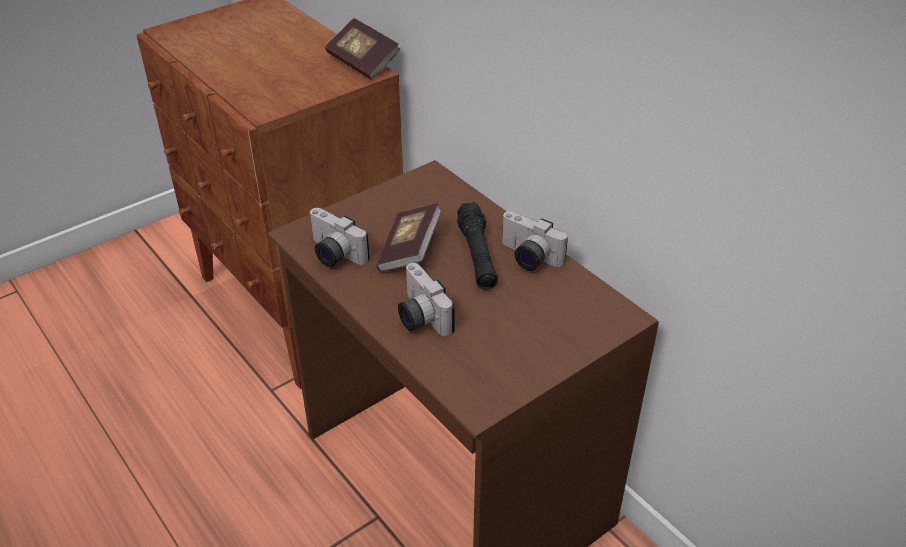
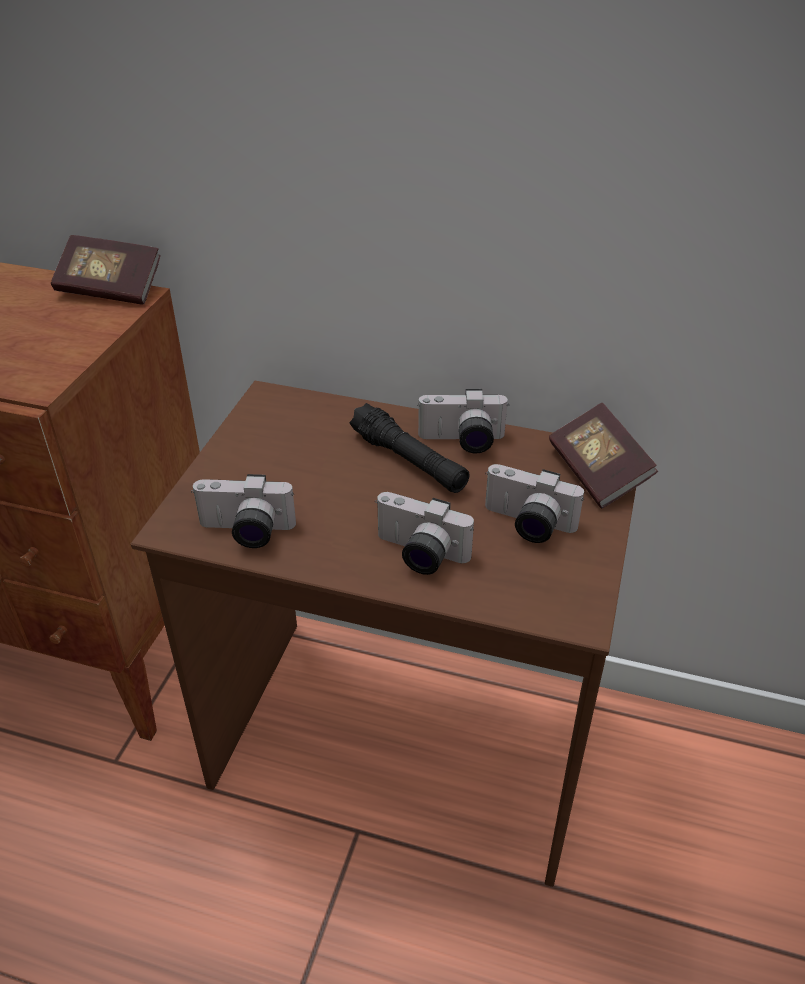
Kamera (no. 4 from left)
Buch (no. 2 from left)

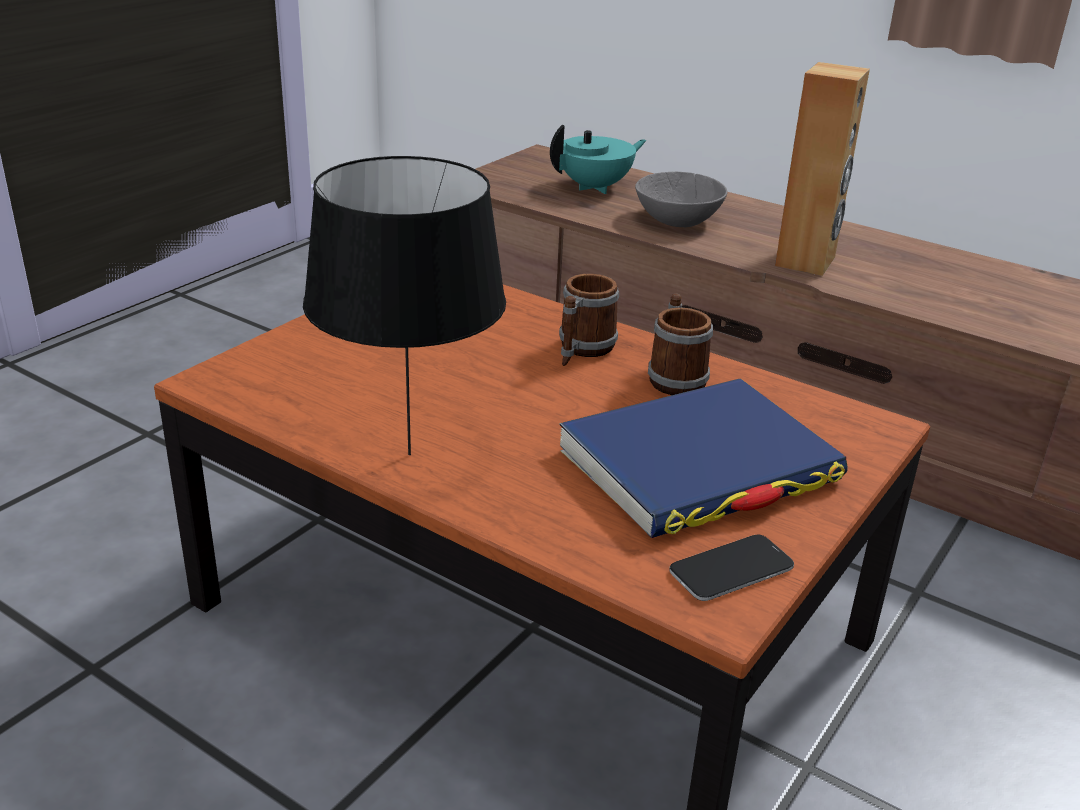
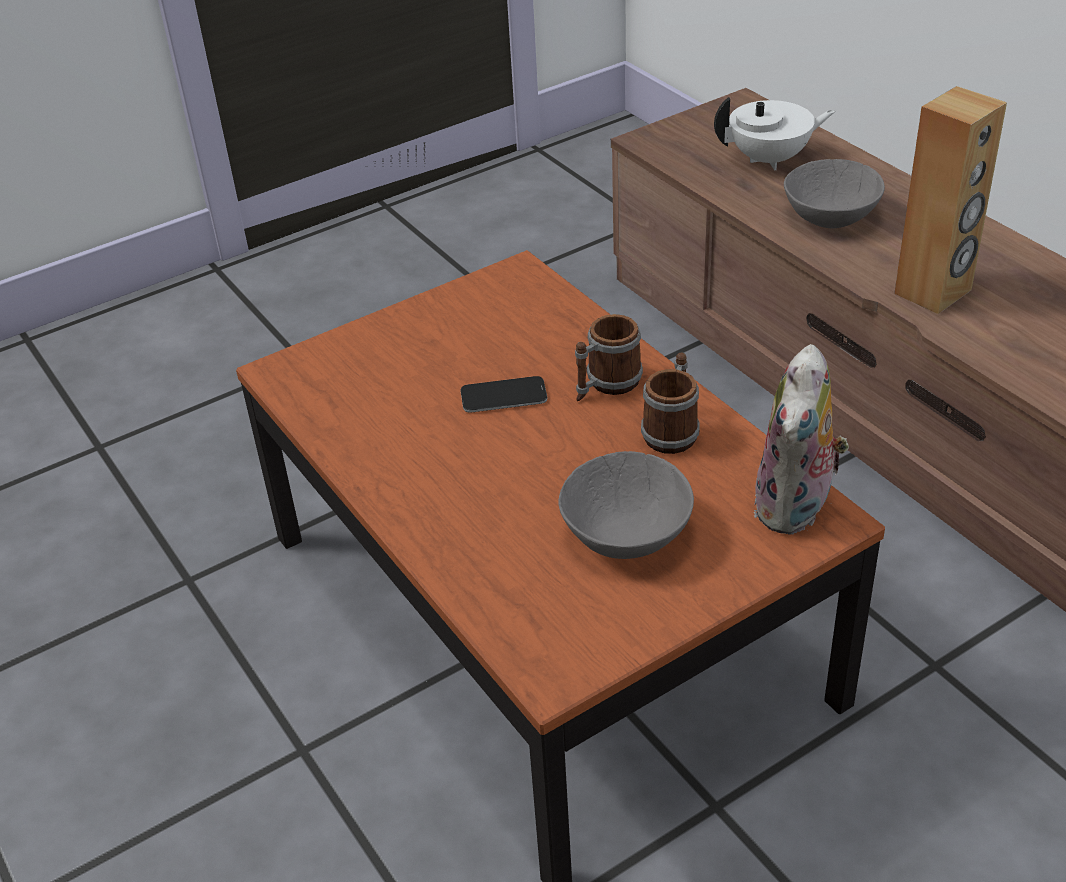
Handy
Schüssel [grau] (no. 1 from left)
Teekanne [weiß]
Plüschtier
Tischlampe [schwarz]

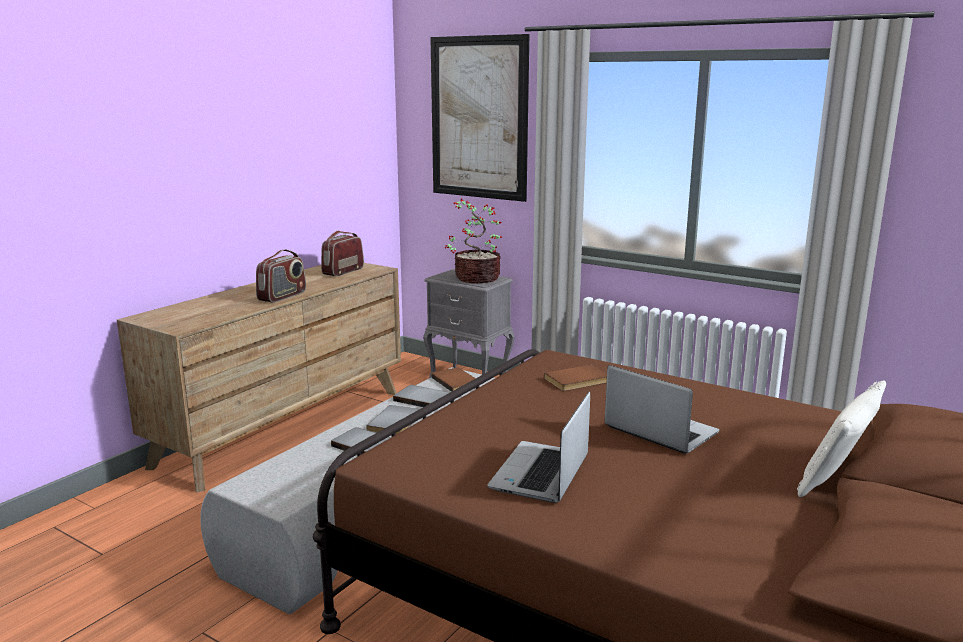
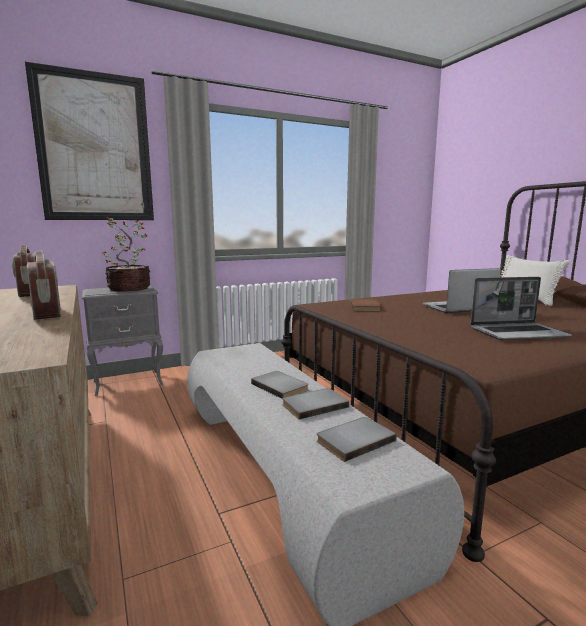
Buch [grau] (no. 3 from left)
Laptop (no. 2 from left)
Buch [braun] (no. 1 from left in the first image)

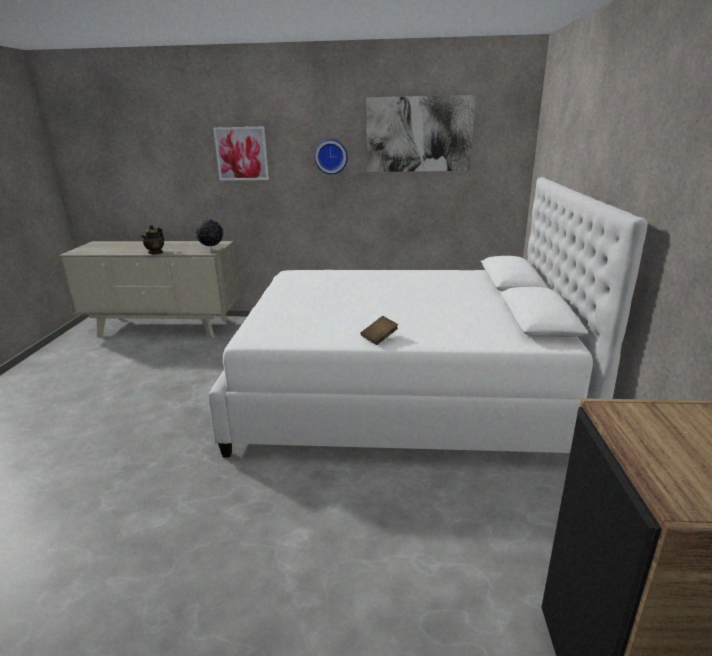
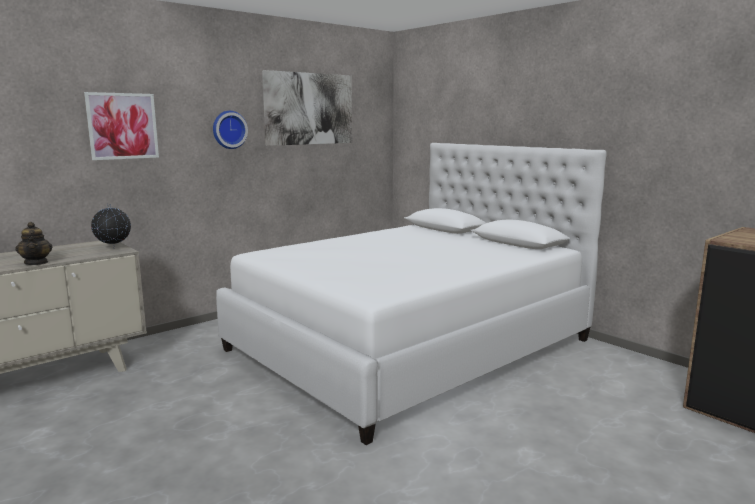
Buch [braun]

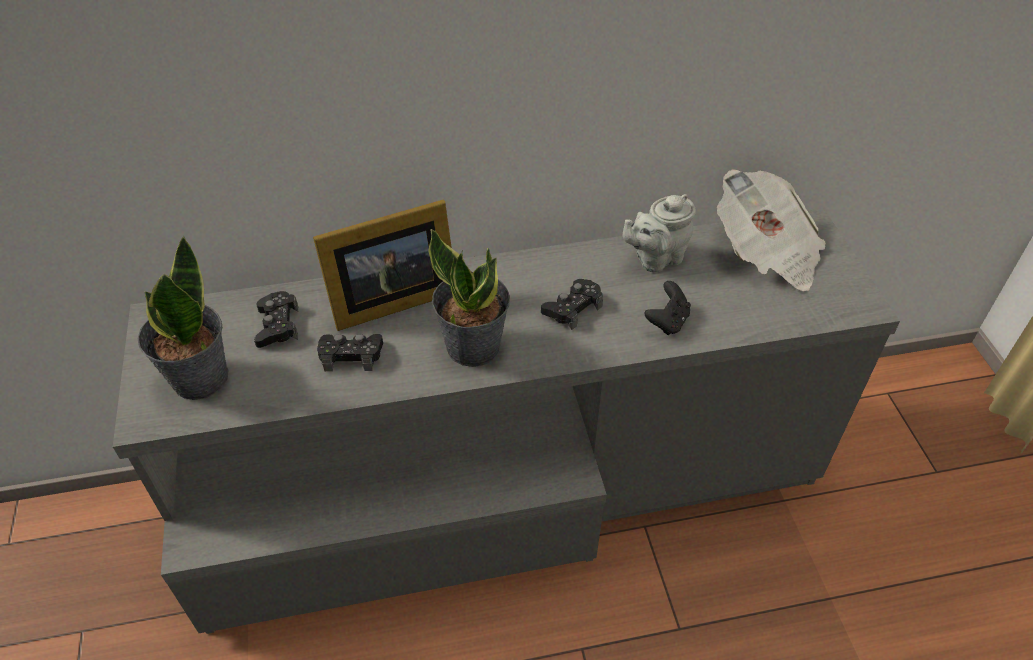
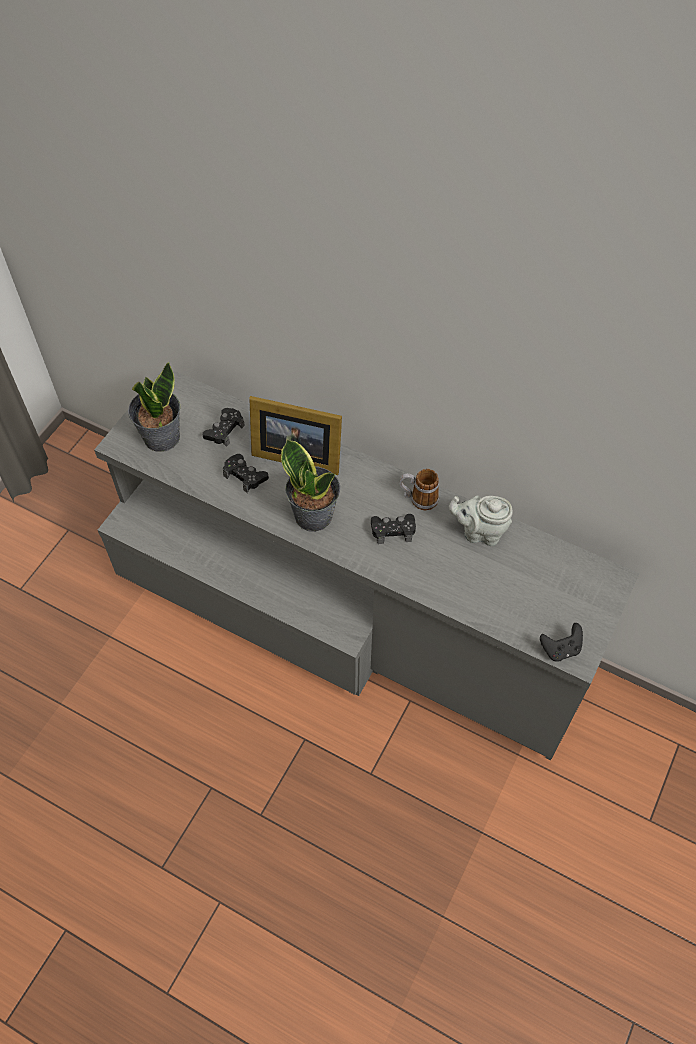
Henkelbecher
Gamepad [schwarz] (no. 4 from left)
Zeitung

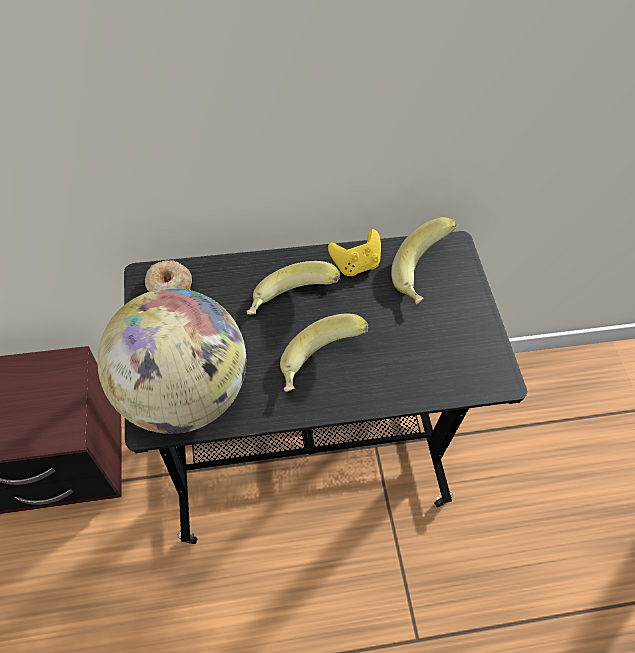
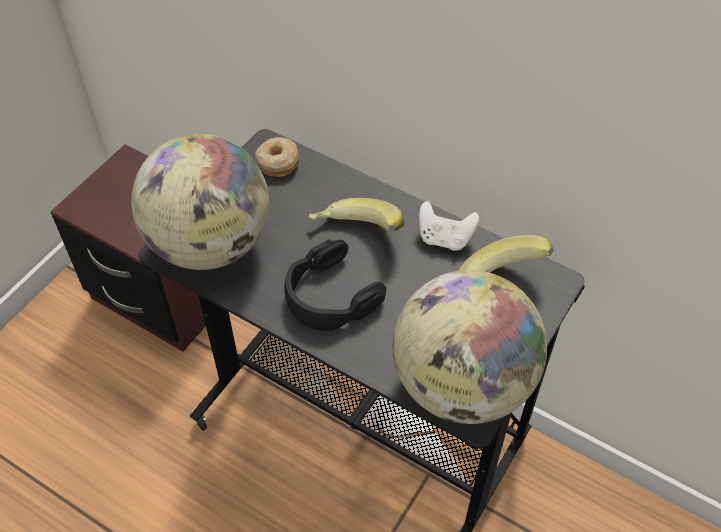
Kopfhörer [schwarz]
Globus (no. 2 from left)
Gamepad [weiß]

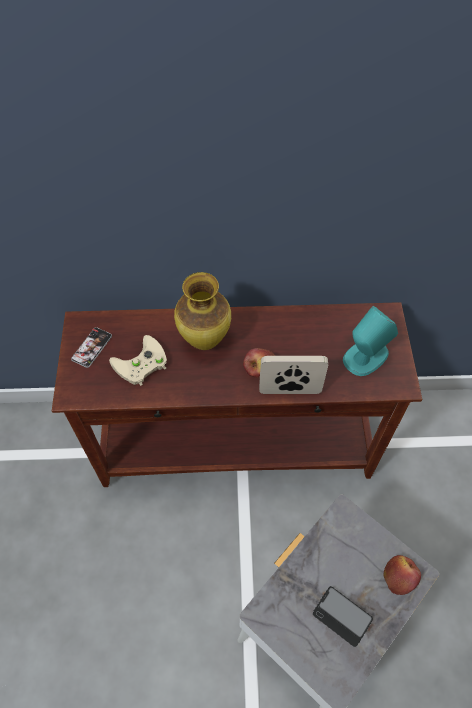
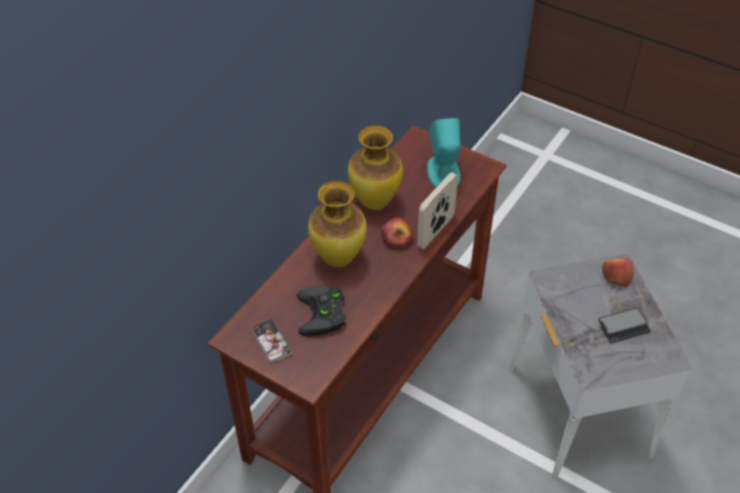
Gamepad [schwarz]
Vase (no. 2 from left)

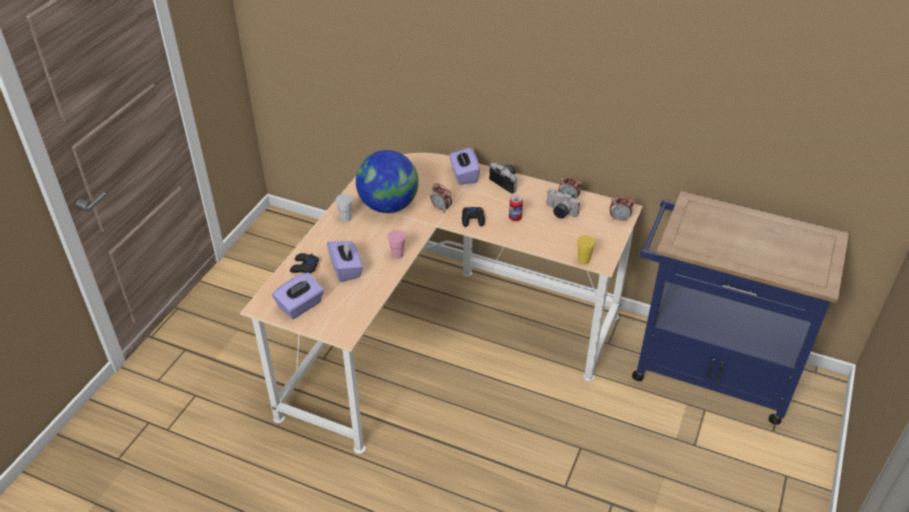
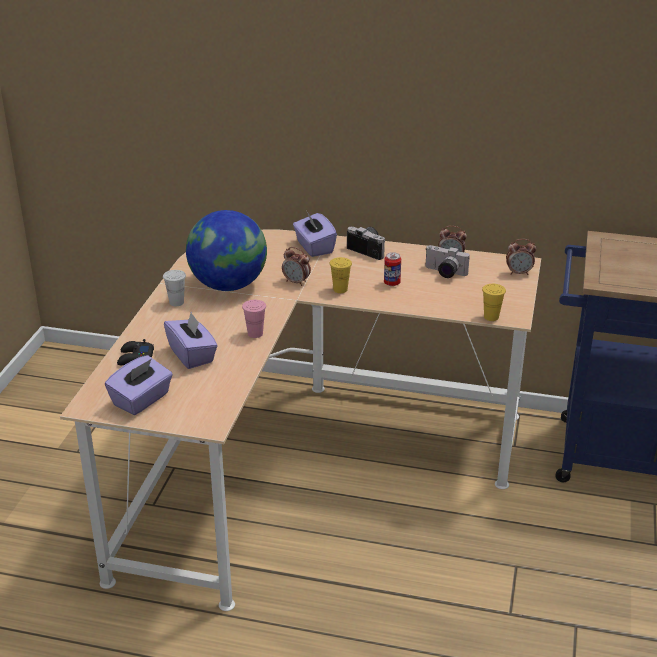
Tasse [gelb] (no. 1 from left)

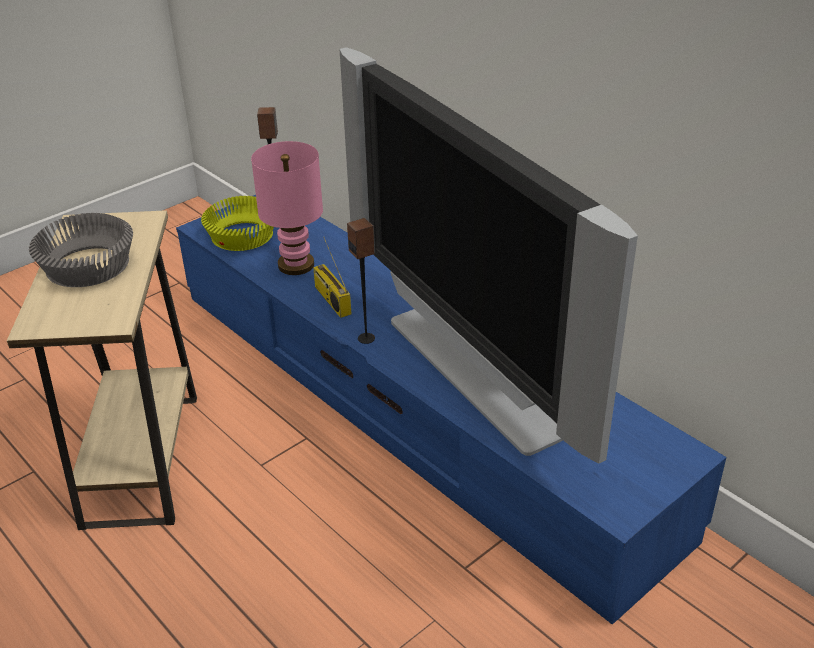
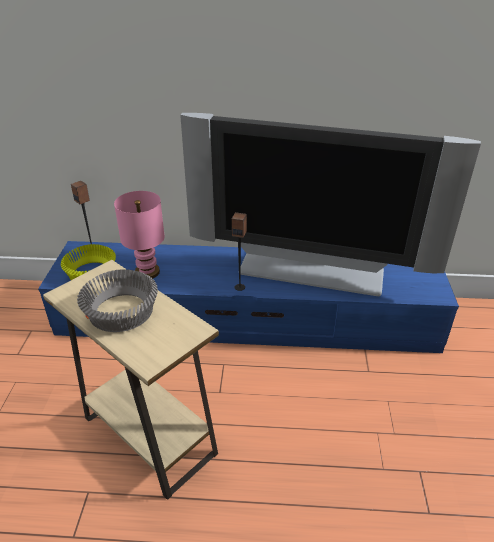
Radio

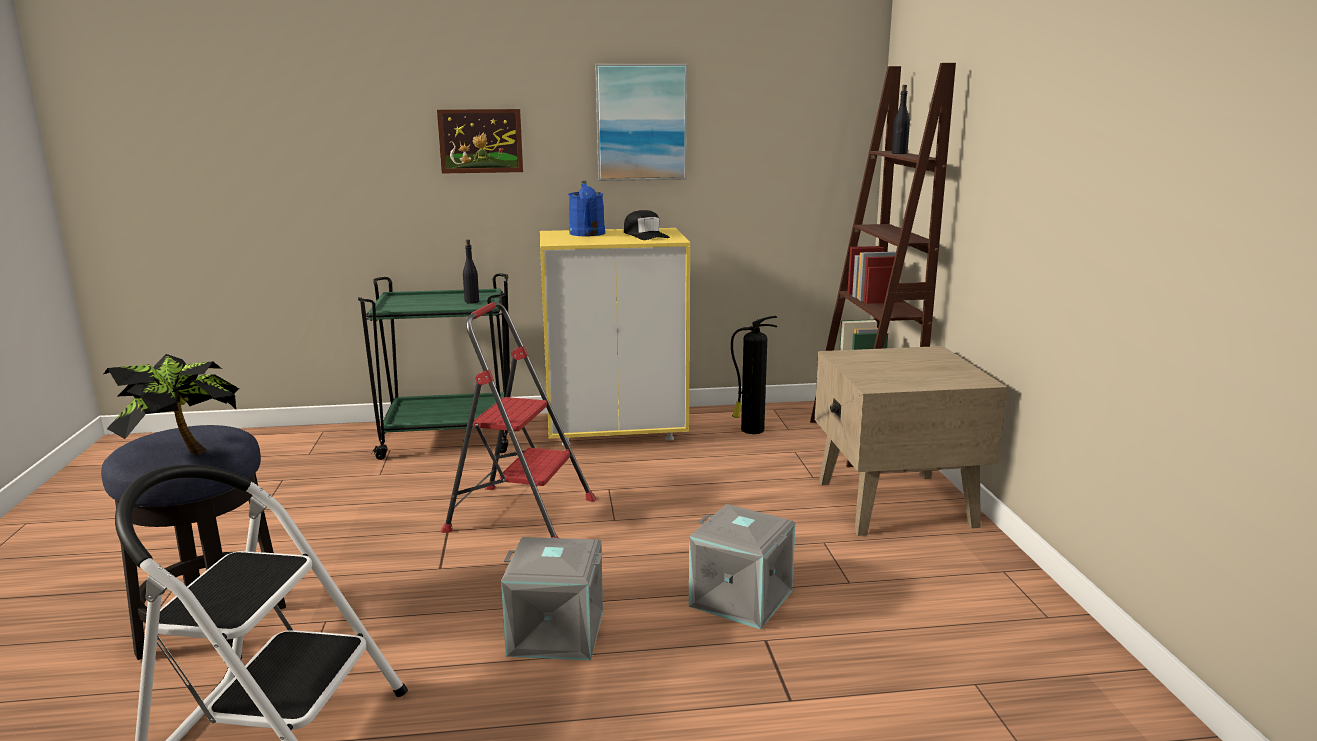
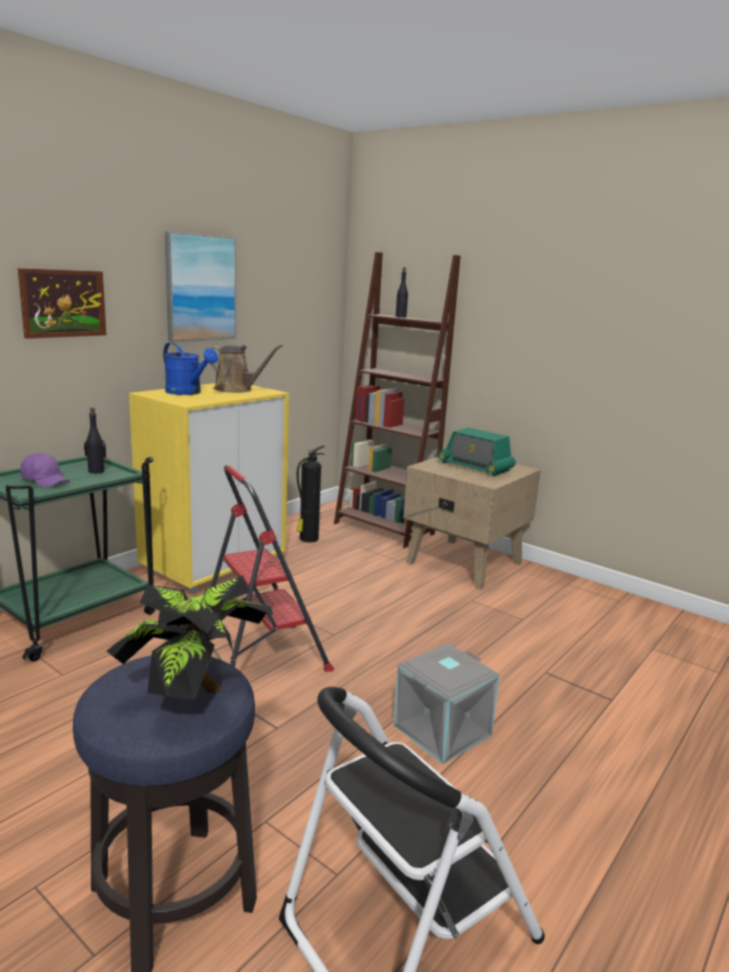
Kappe [lila]
Gießkanne [braun]
Radio
Aufbewahrungsbox [grau] (no. 2 from left in the first image)

